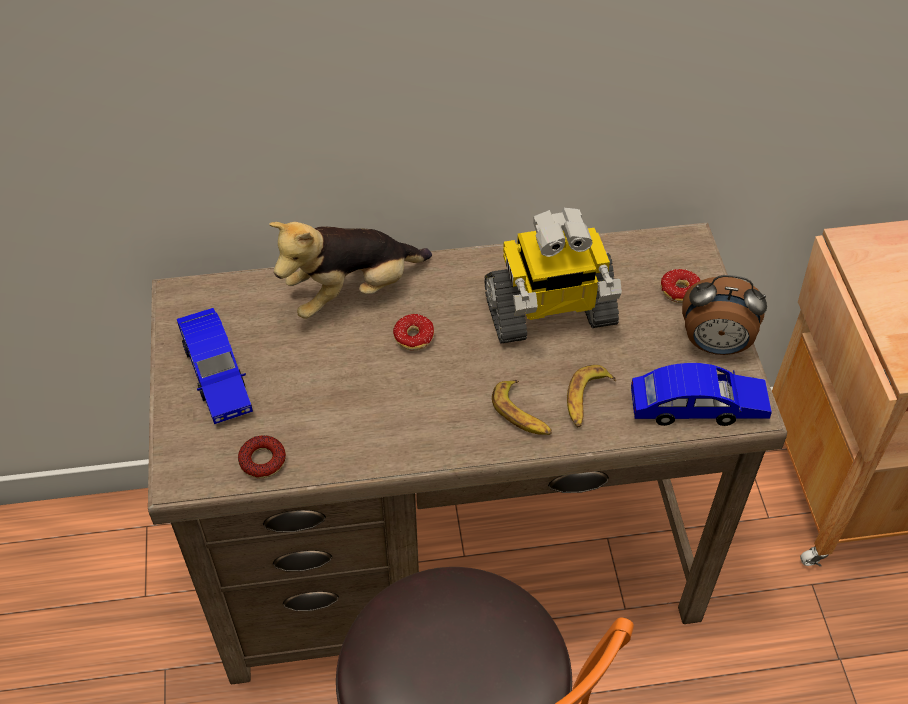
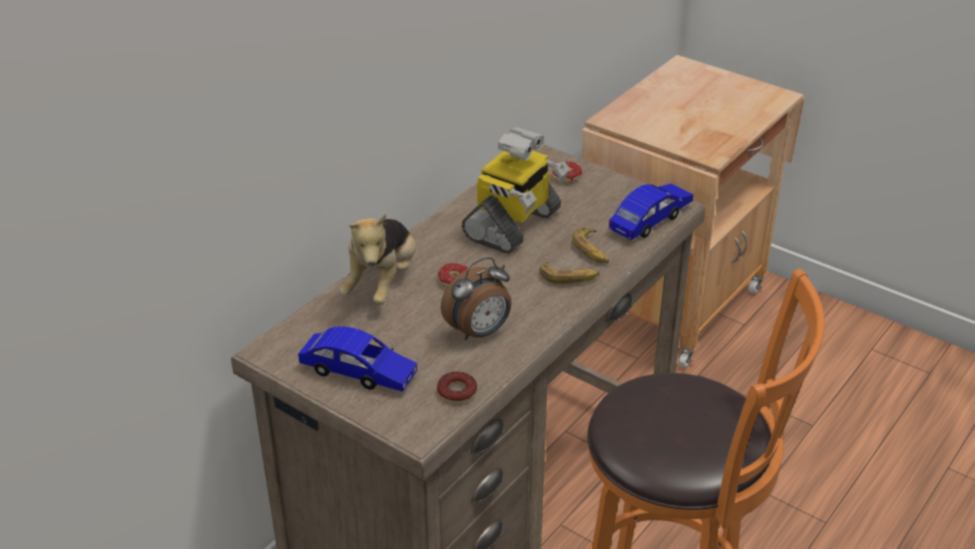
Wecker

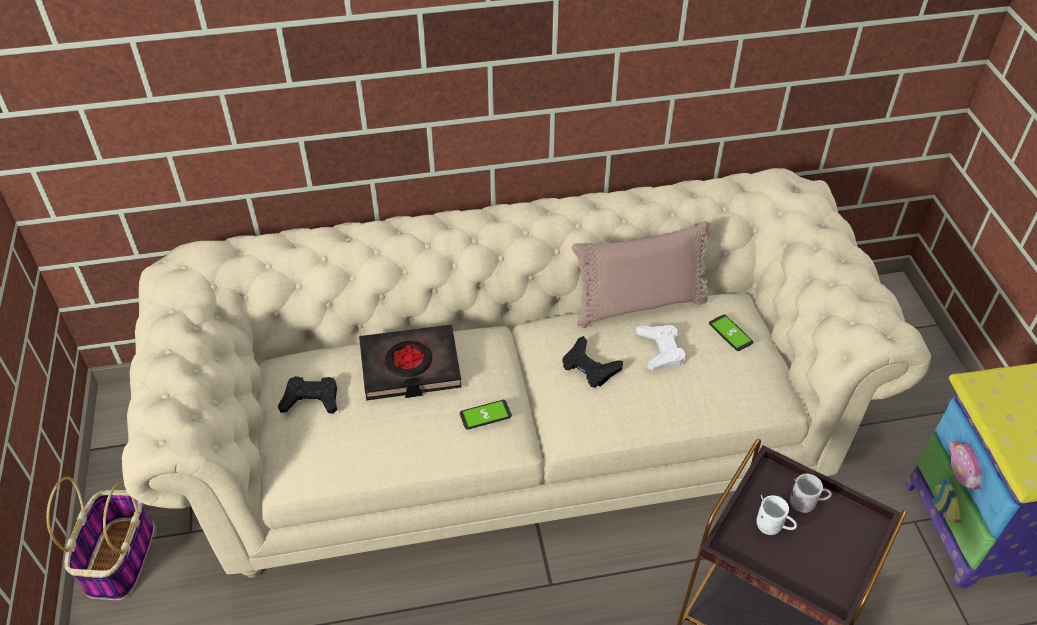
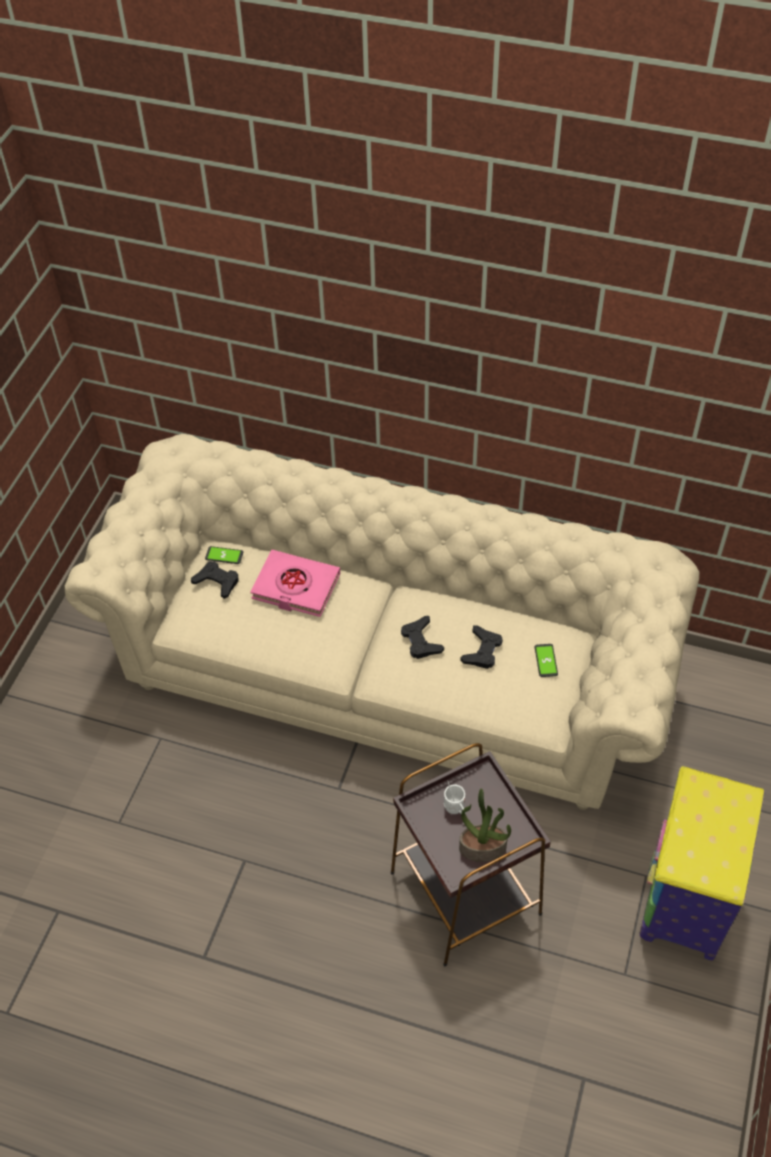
Handy (no. 1 from left)
Buch [rosa]
Topfpflanze
Gamepad [schwarz] (no. 3 from left)
Korb
Kissen [beige]
Henkelbecher [weiß] (no. 2 from left in the first image)

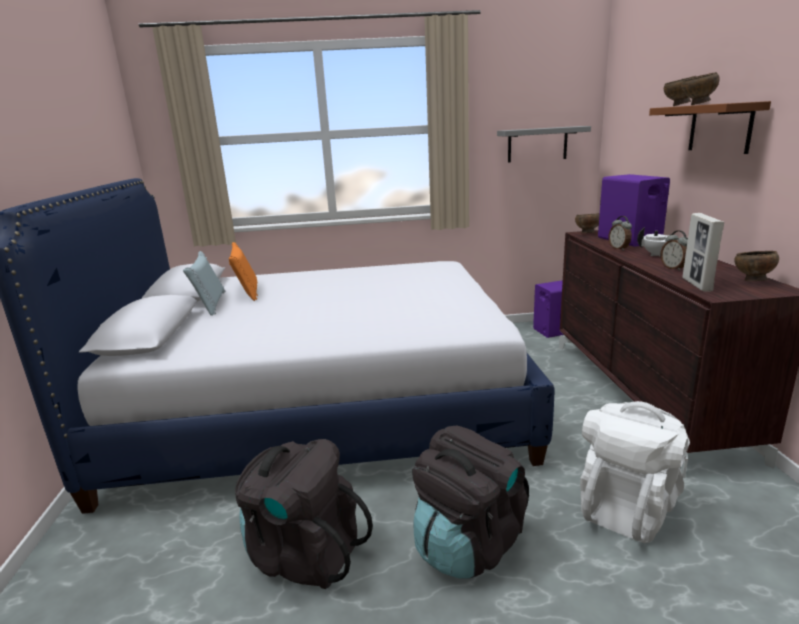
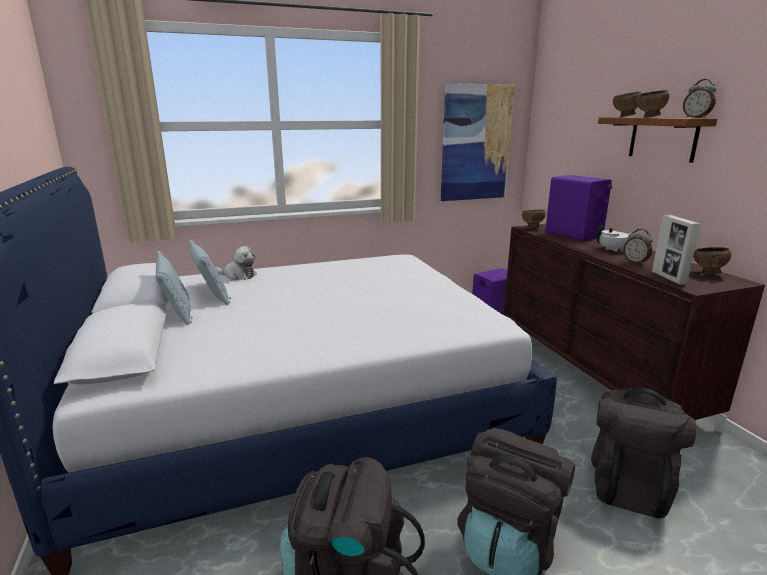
Kissen [blau] (no. 2 from left)
Plüschtier
Bild
Rucksack [schwarz] (no. 3 from left)
Wecker (no. 2 from left)

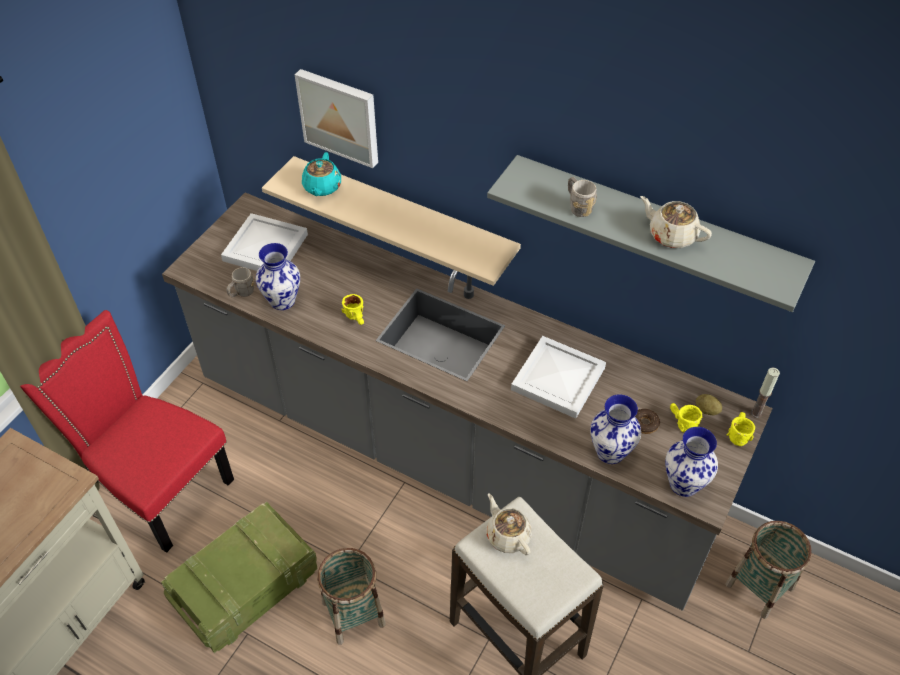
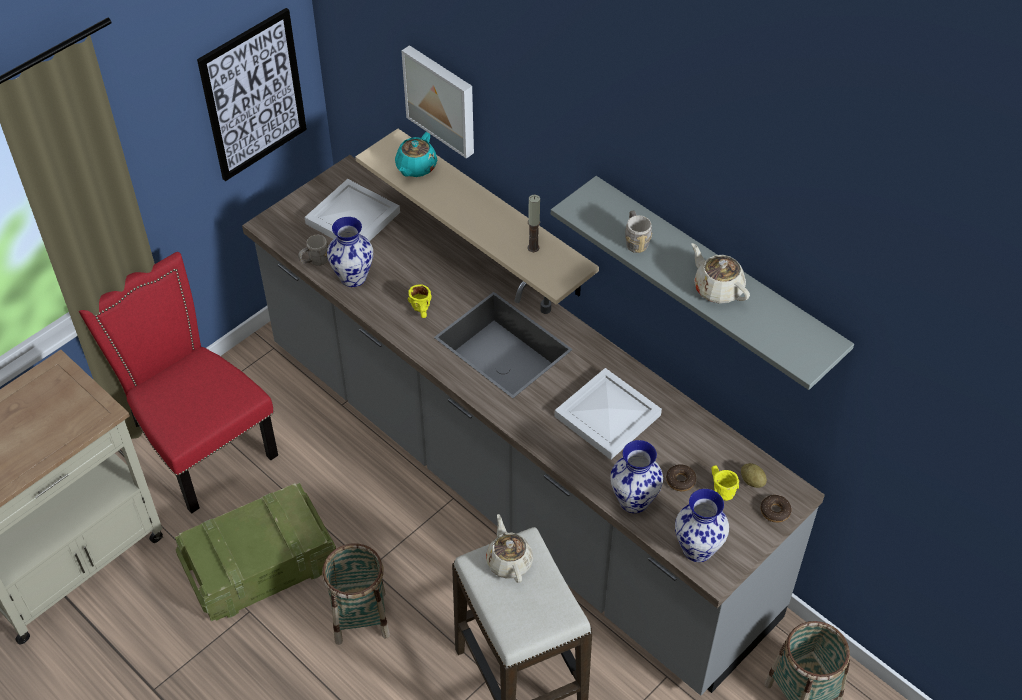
Bild (no. 1 from left)
Kerze
Donut (no. 2 from left)

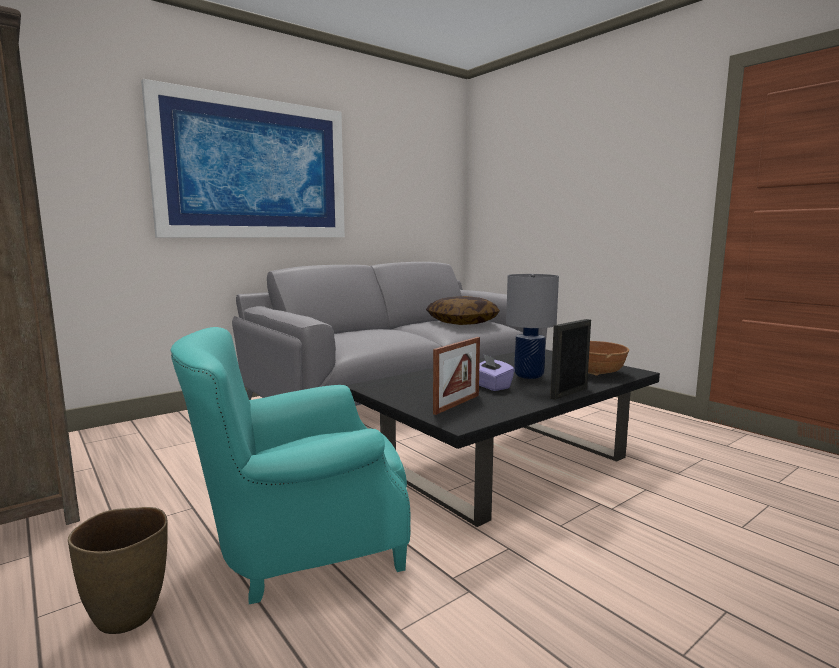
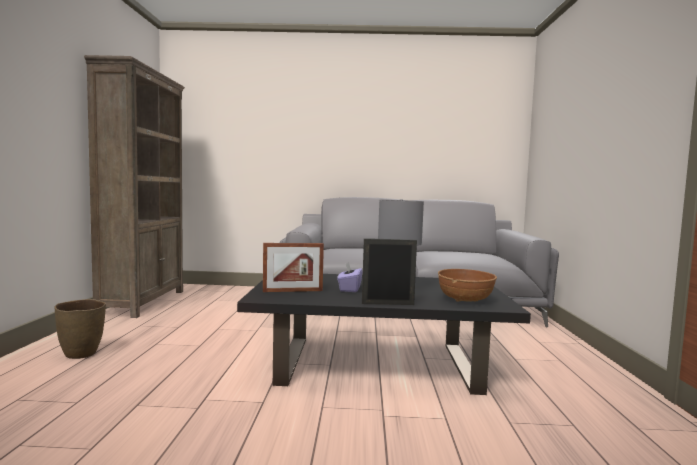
Bild
Sessel [türkis]
Kissen

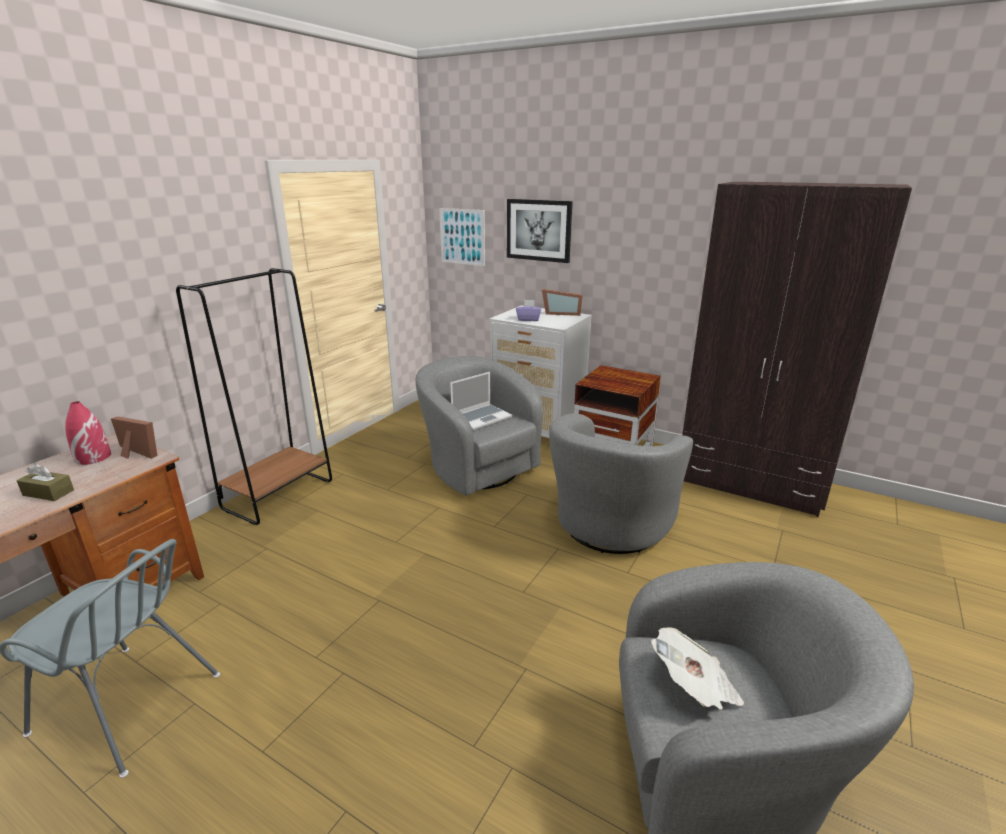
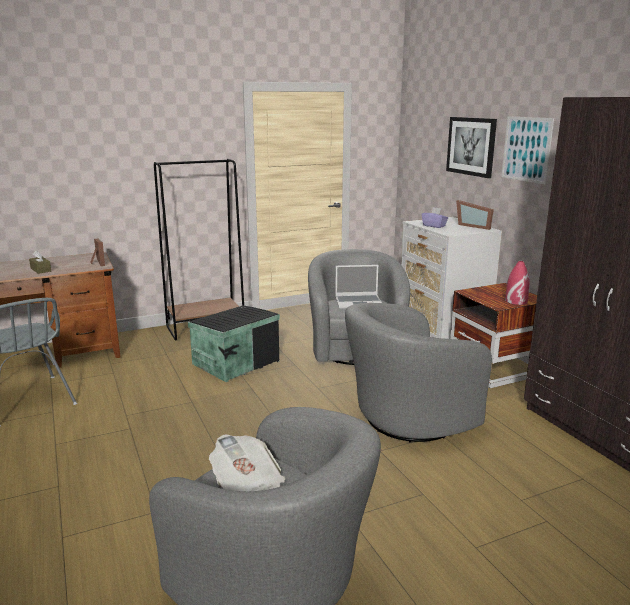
Aufbewahrungsbox [schwarz]
Bild (no. 2 from left)
Vase [rot]

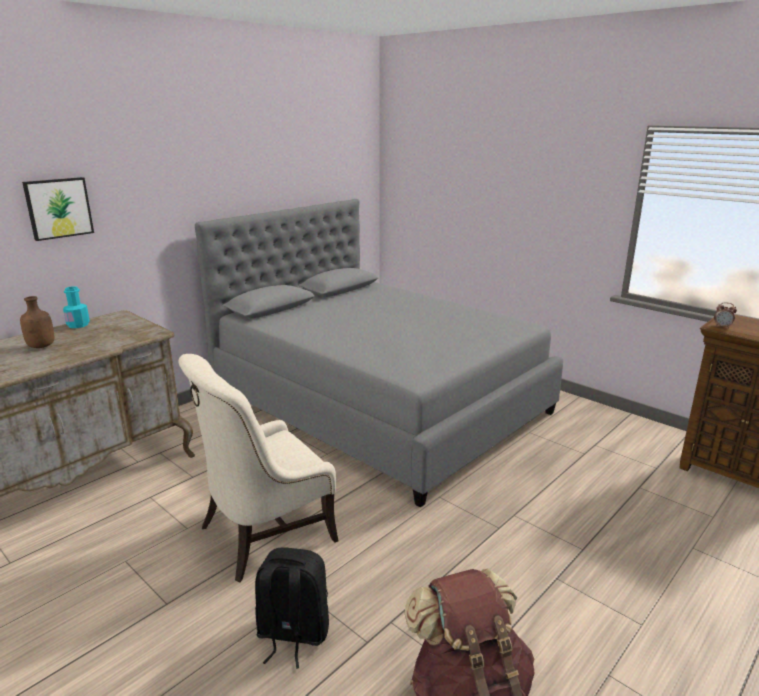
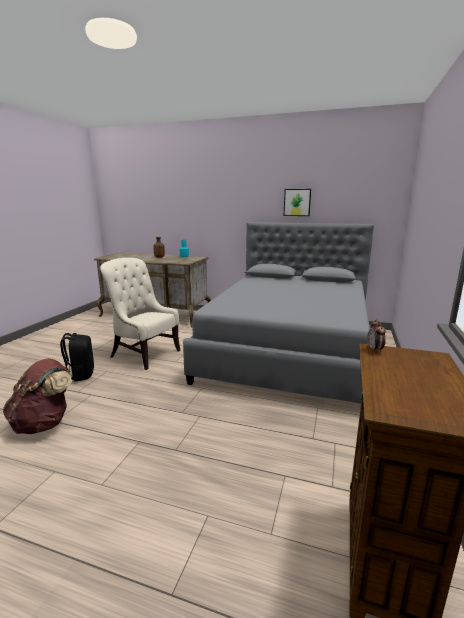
Bild

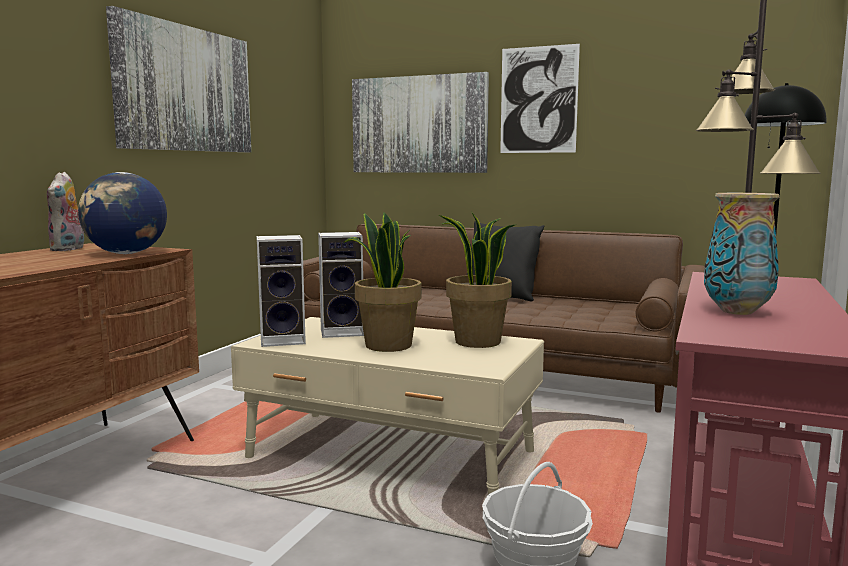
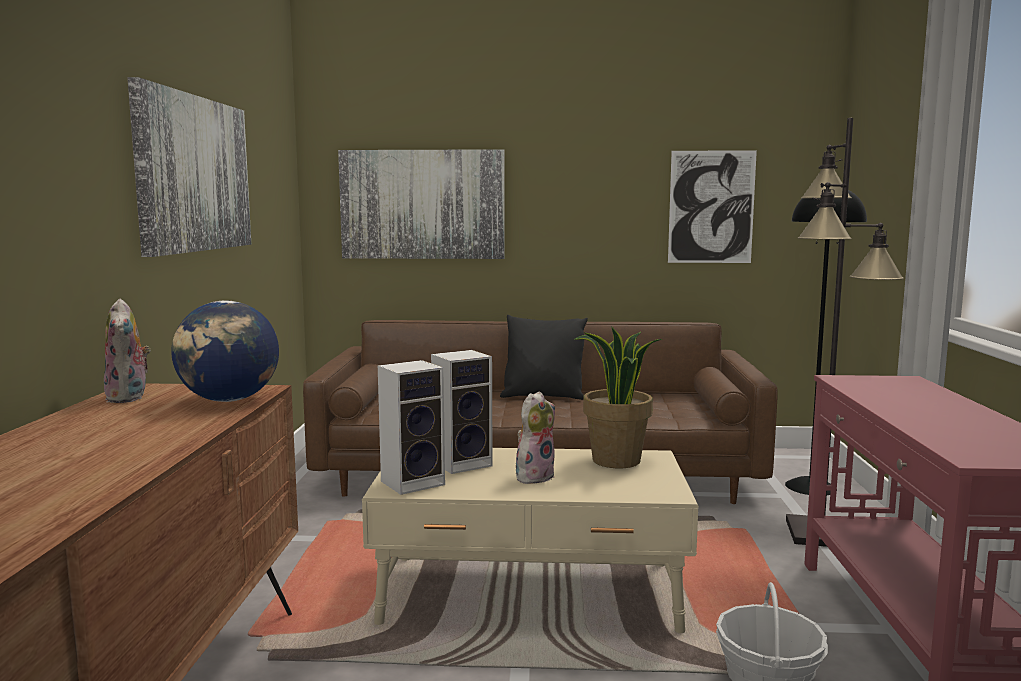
Plüschtier (no. 2 from left)
Bild (no. 3 from left)
Vase

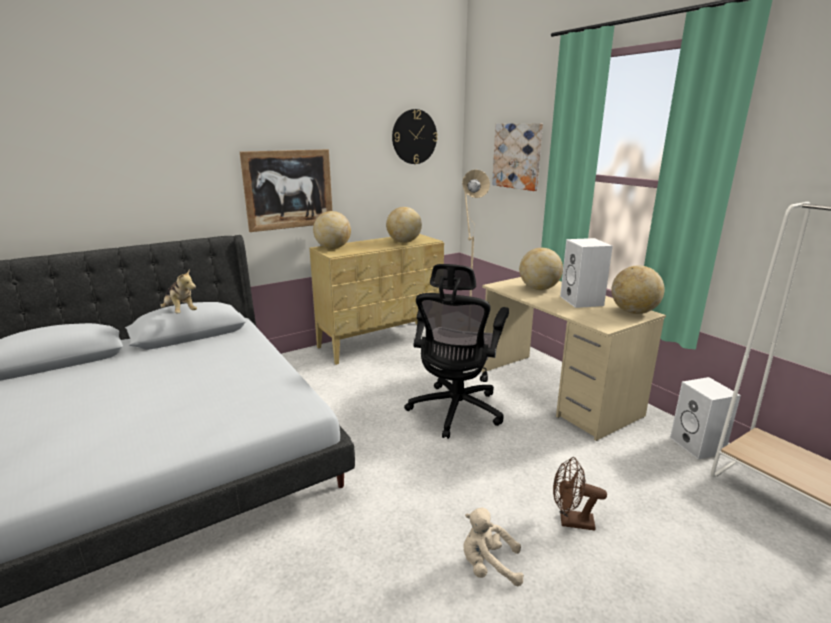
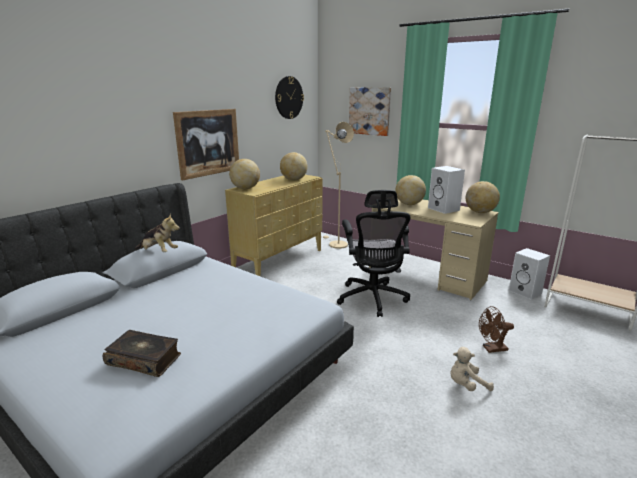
Buch

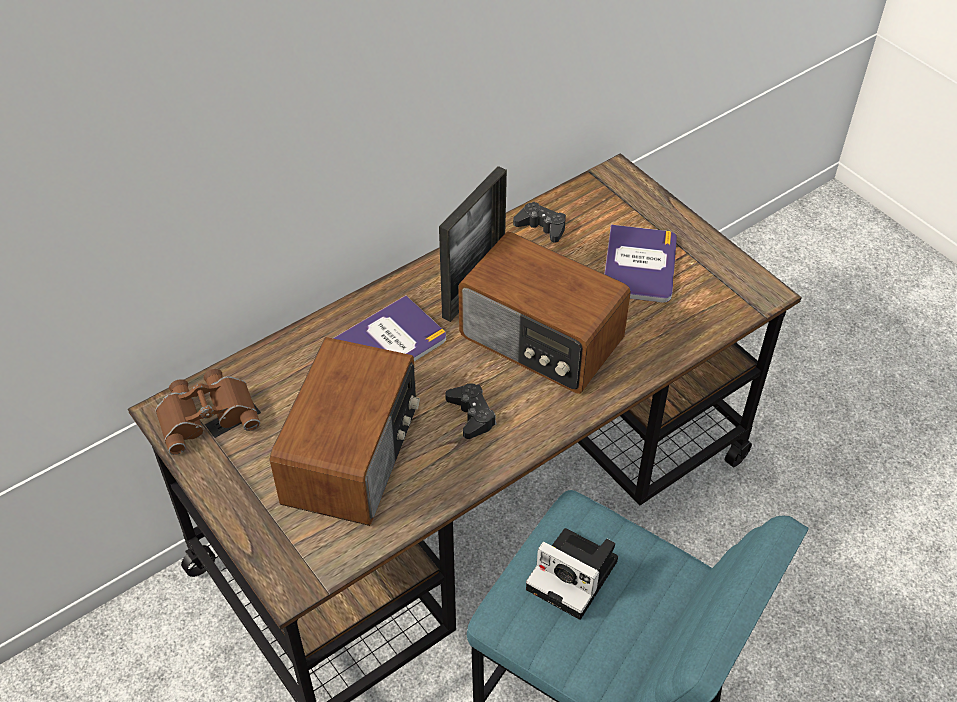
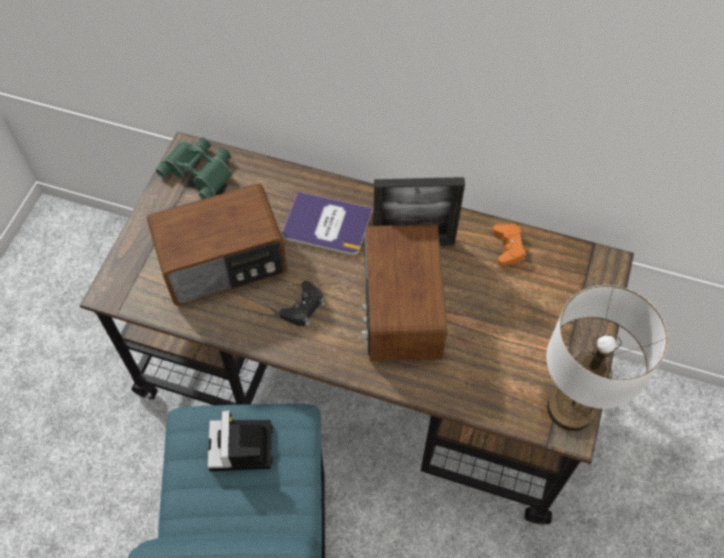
Fernglas [grün]
Gamepad [orange]
Tischlampe
Buch (no. 2 from left in the first image)

